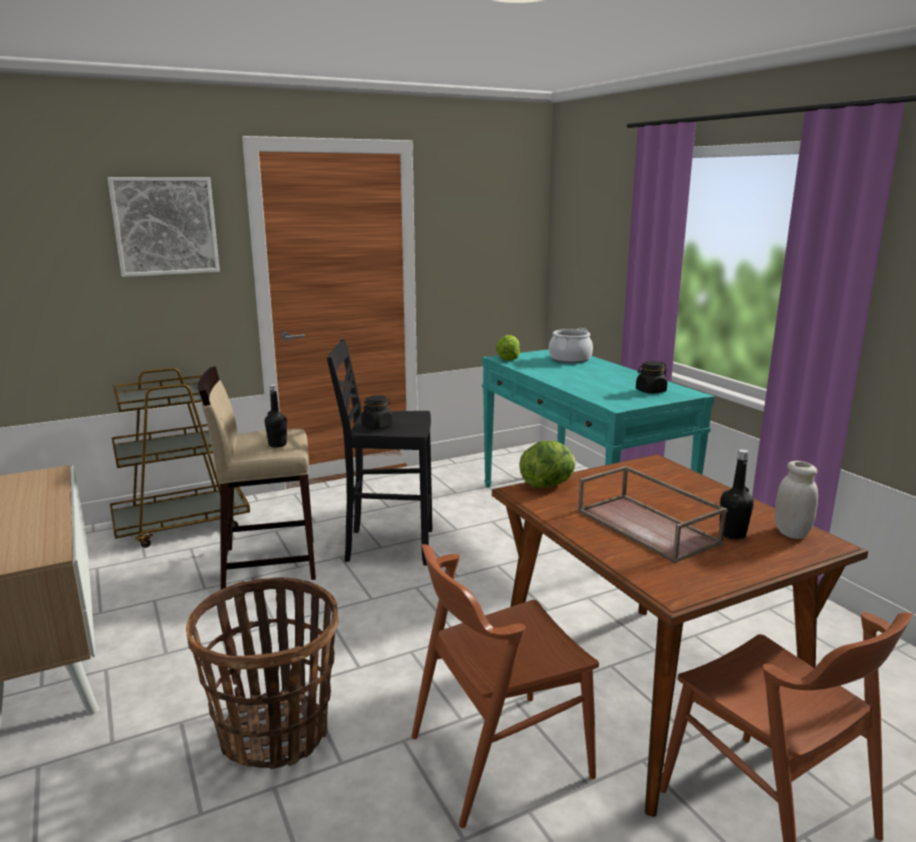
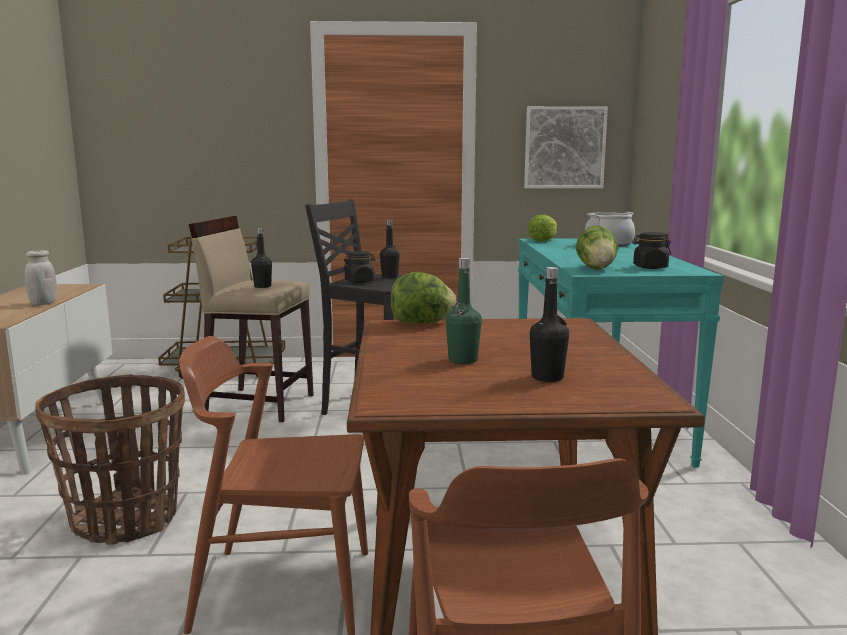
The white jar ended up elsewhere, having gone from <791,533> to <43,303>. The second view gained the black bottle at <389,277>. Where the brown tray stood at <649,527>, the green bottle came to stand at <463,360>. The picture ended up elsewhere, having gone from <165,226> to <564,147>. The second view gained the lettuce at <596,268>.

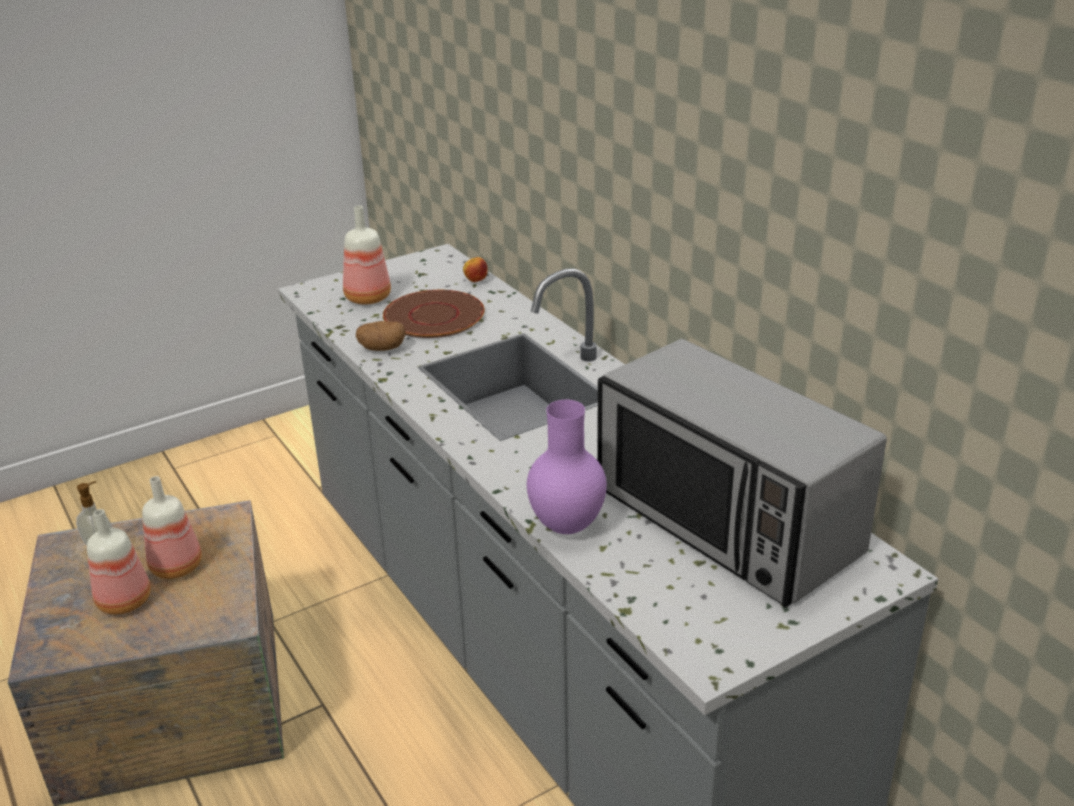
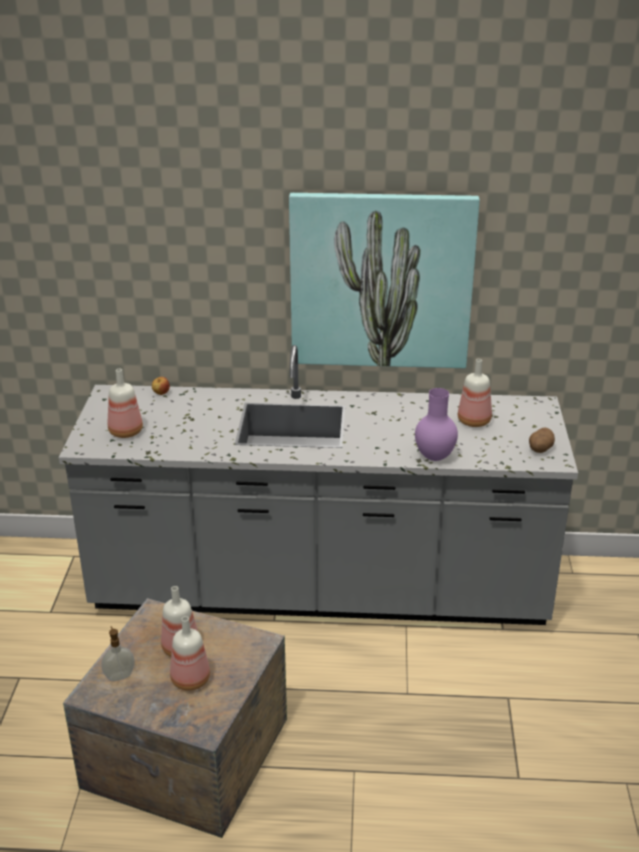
The second view gained the picture at <381,280>. Where the microwave stood at <725,522>, the bottle came to stand at <474,421>. The potato ended up elsewhere, having gone from <382,349> to <540,449>. The second view lost the brown plate at <434,316>.

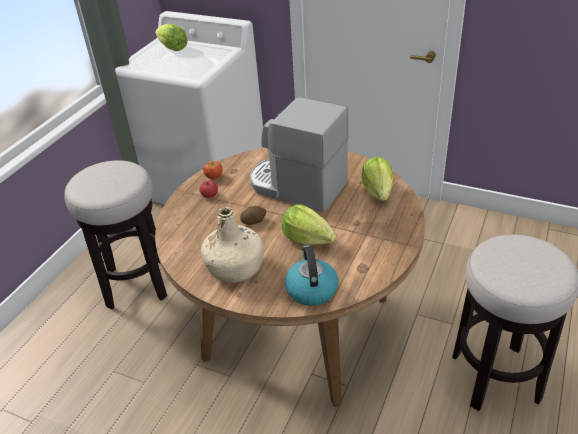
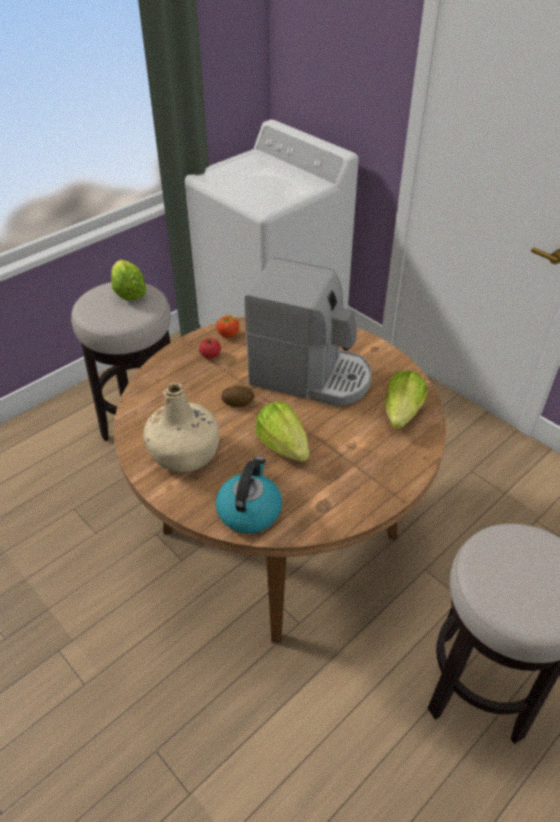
The lettuce ended up elsewhere, having gone from <172,48> to <128,292>. The coffee machine at <296,187> ended up facing another way, 150 degrees clockwise from before.

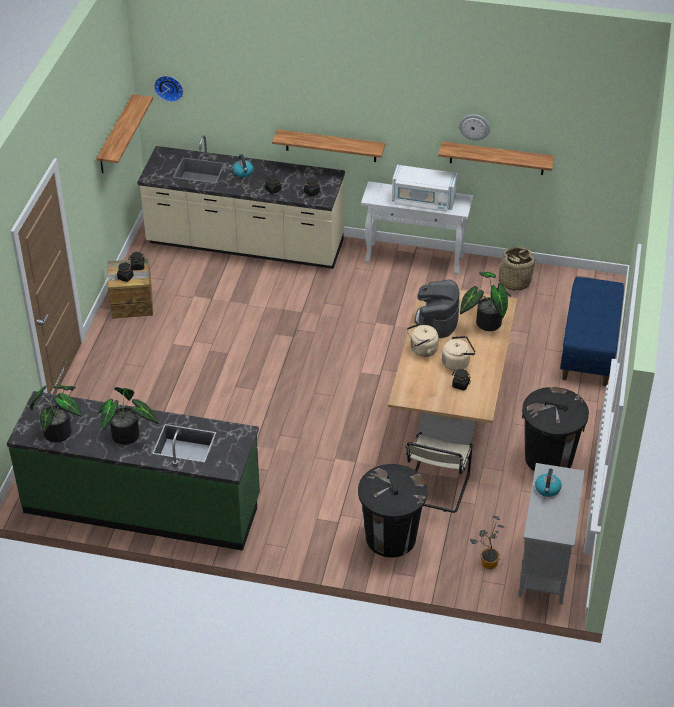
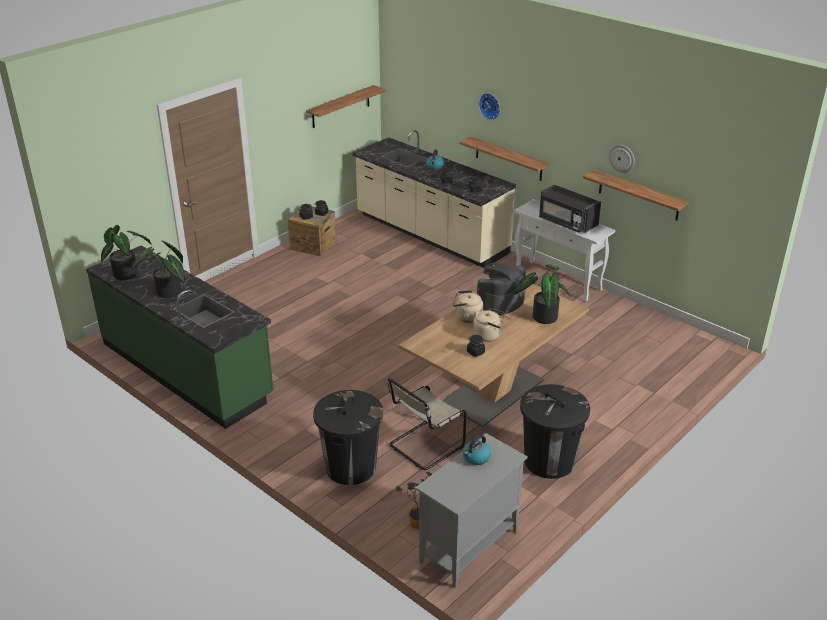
The wall clock ended up elsewhere, having gone from <169,87> to <490,106>. What was the white microwave at <423,201> turned into the black microwave at <567,222>. The second view lost the basket at <514,282>. The second view lost the blue bench at <589,349>.

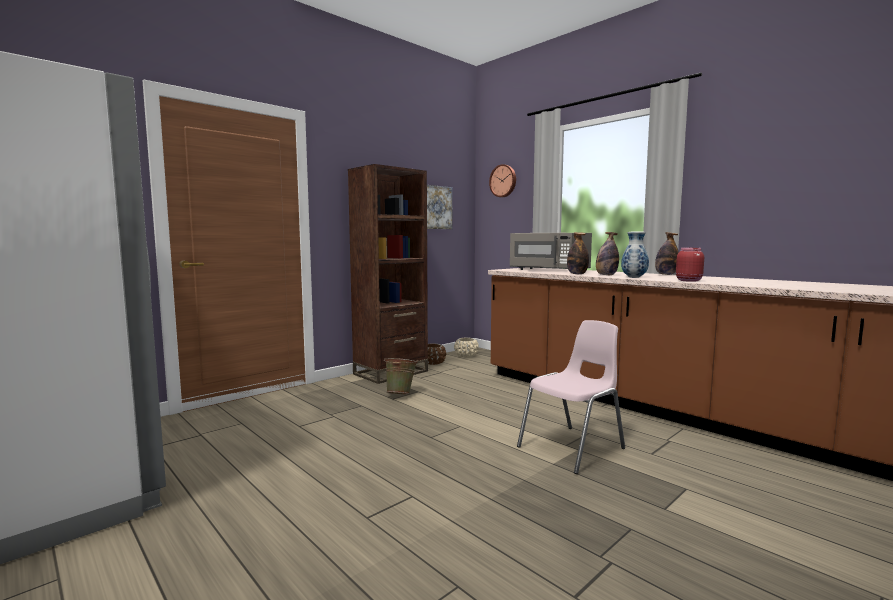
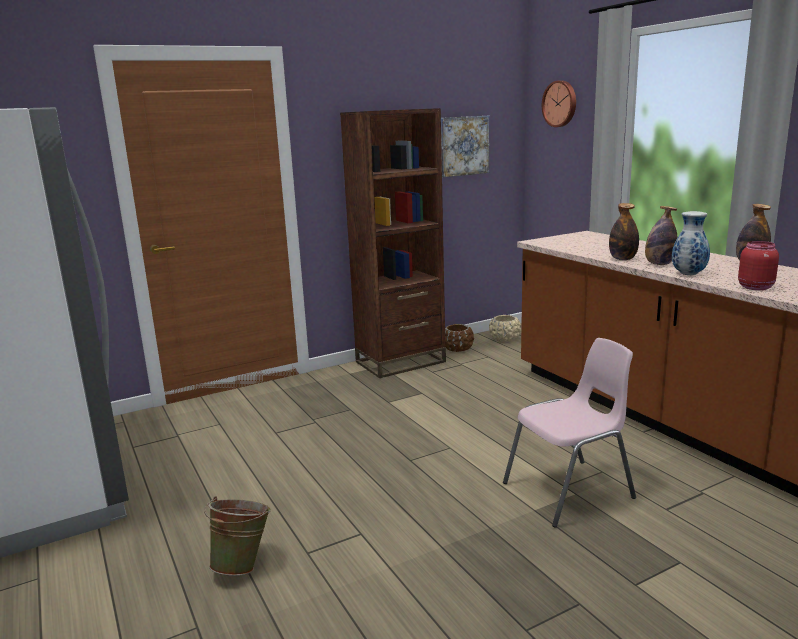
The green bucket ended up elsewhere, having gone from <400,394> to <243,564>. The second view lost the grey microwave at <547,270>.

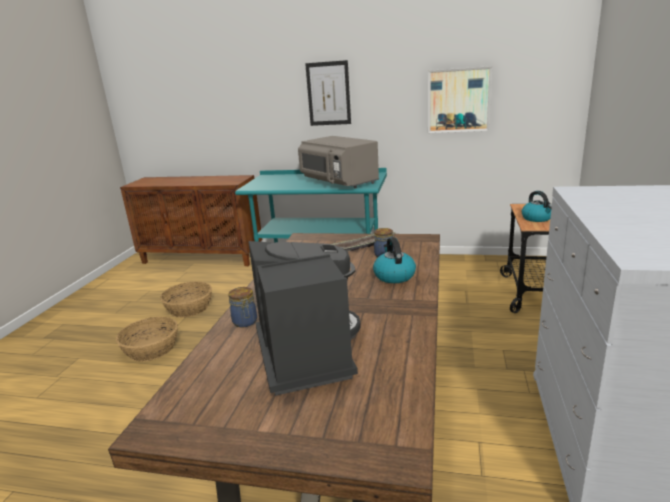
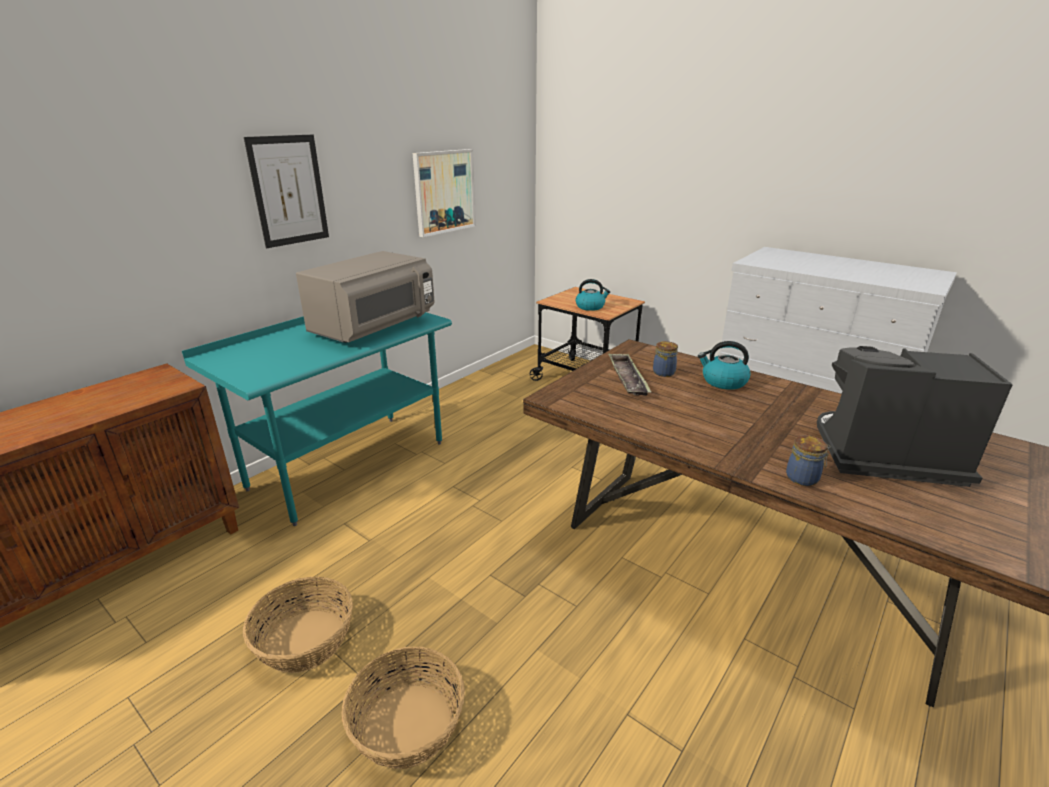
The grey microwave at <338,182> ended up facing another way, 45 degrees counterclockwise from before.

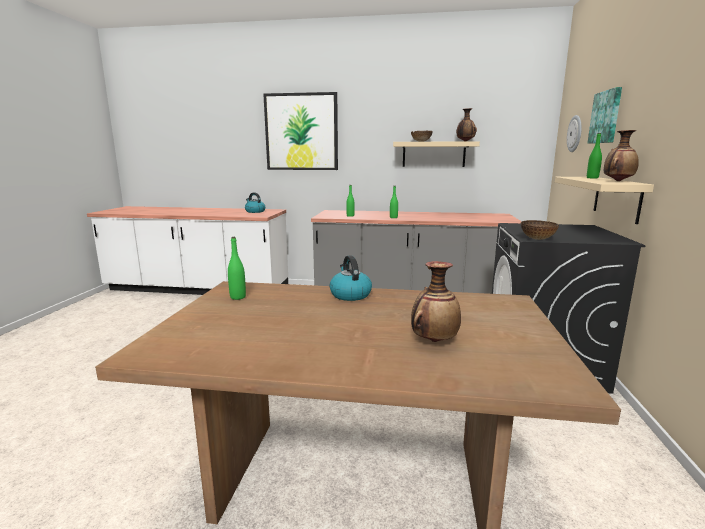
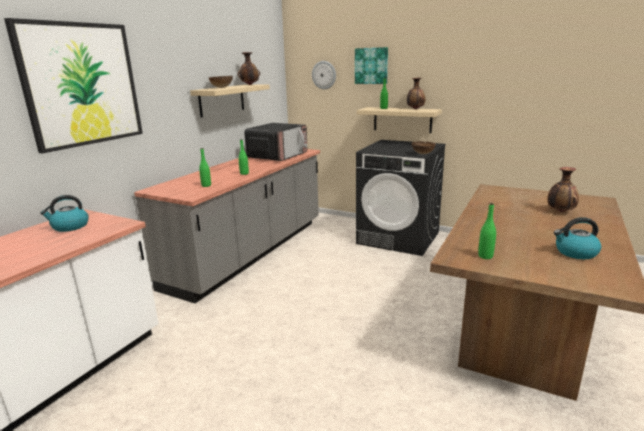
The second view gained the microwave at <278,156>. The kettle ended up elsewhere, having gone from <350,294> to <575,253>.

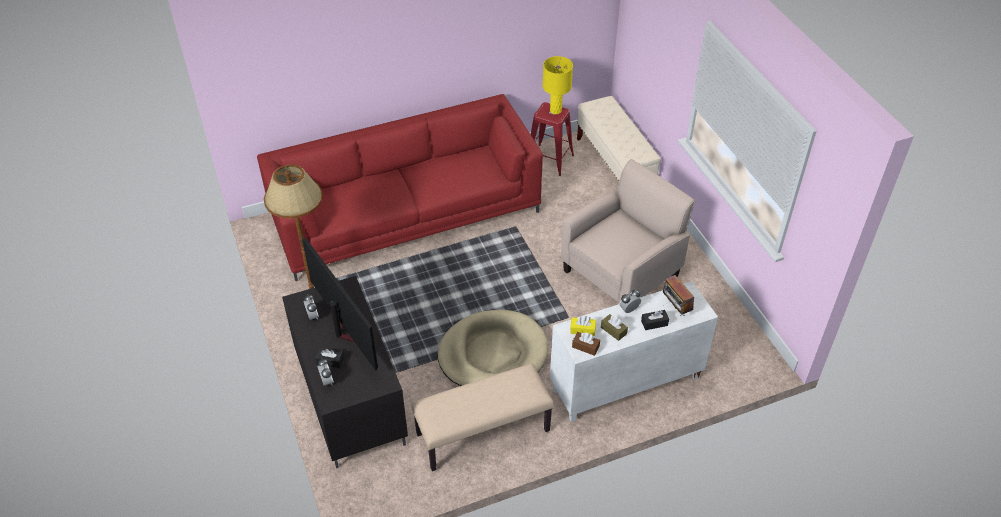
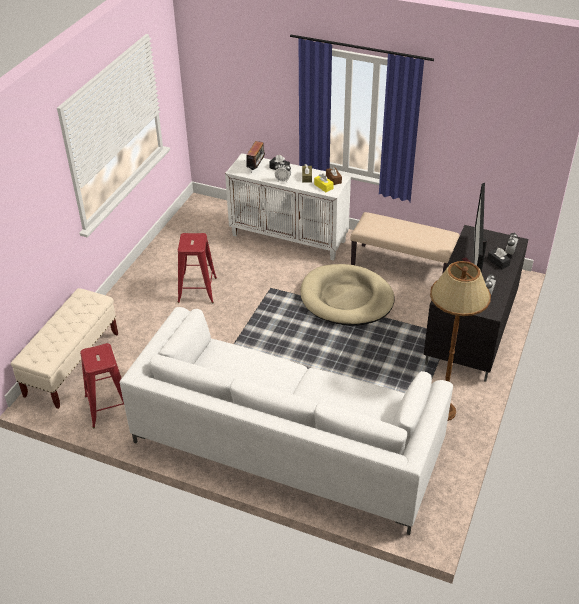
What was the red sofa at <406,213> turned into the white sofa at <287,443>. Where the beige armchair stood at <622,272>, the red stool came to stand at <197,290>. The second view lost the yellow table lamp at <555,110>.

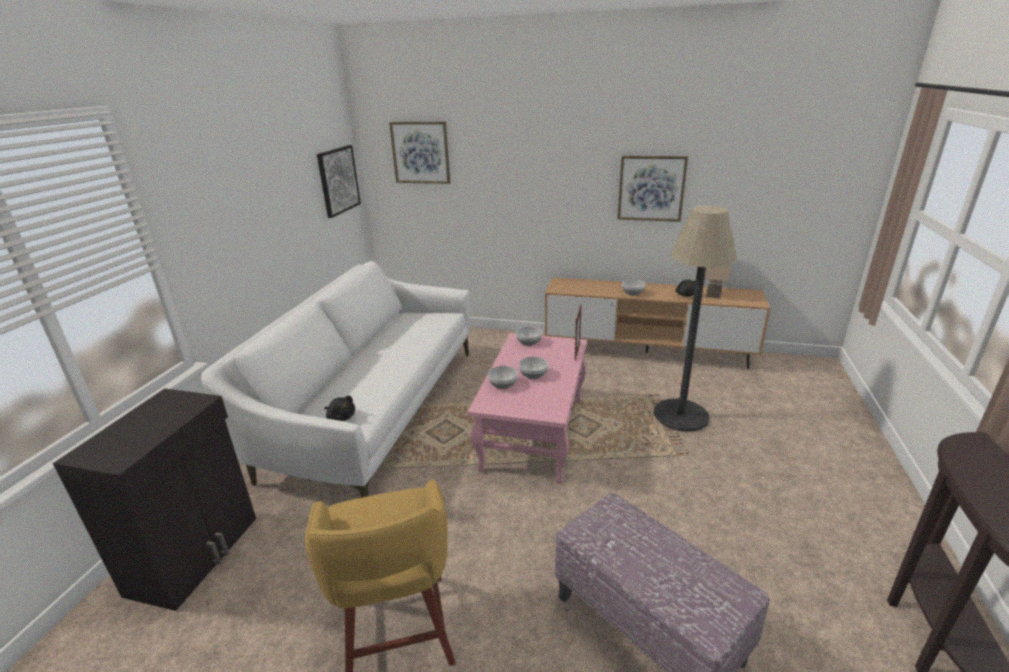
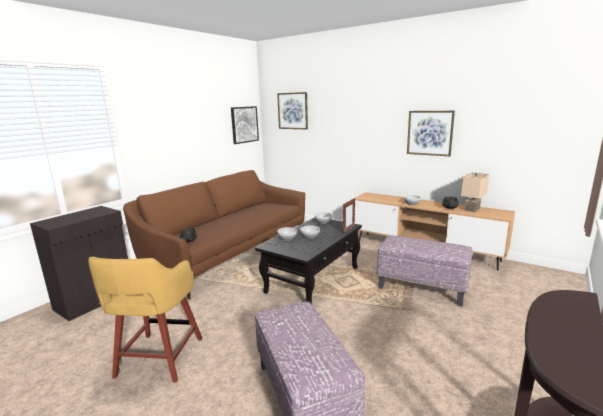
What was the white sofa at <373,411> turned into the brown sofa at <228,254>. What was the pink coffee table at <534,431> turned into the black coffee table at <313,279>. Where the floor lamp stood at <680,415>, the ottoman came to stand at <422,288>.

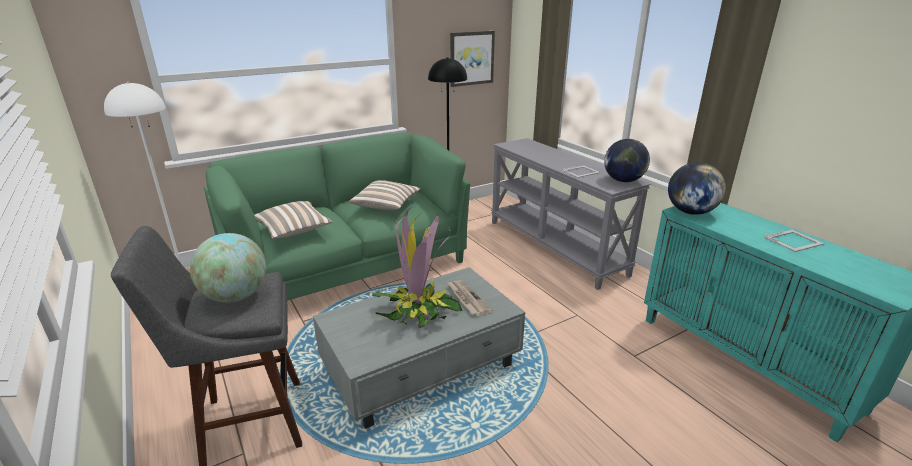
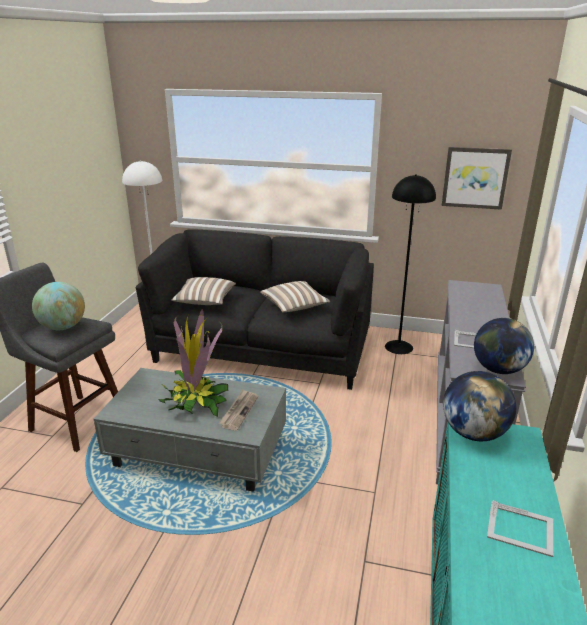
What was the green sofa at <346,266> turned into the black sofa at <263,349>.

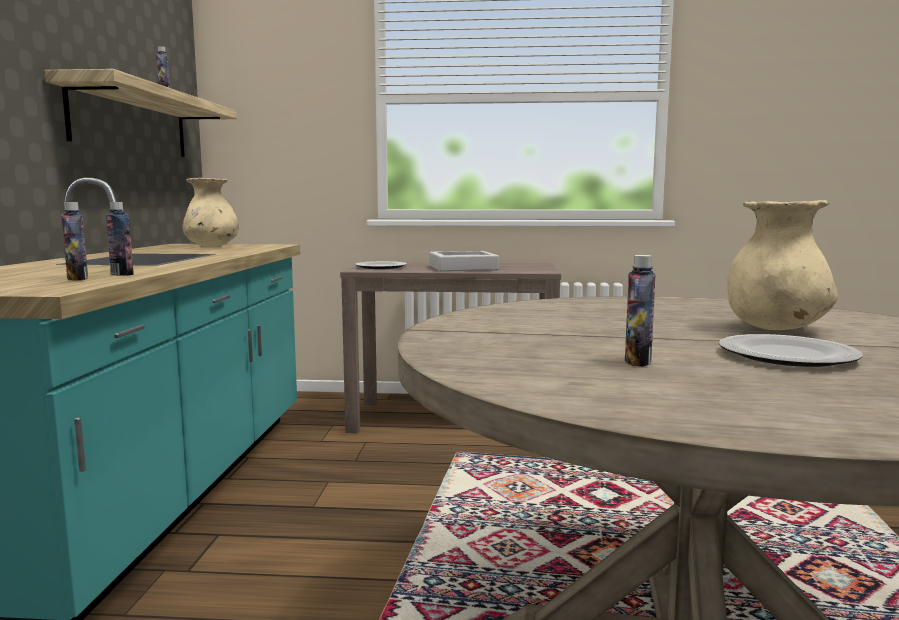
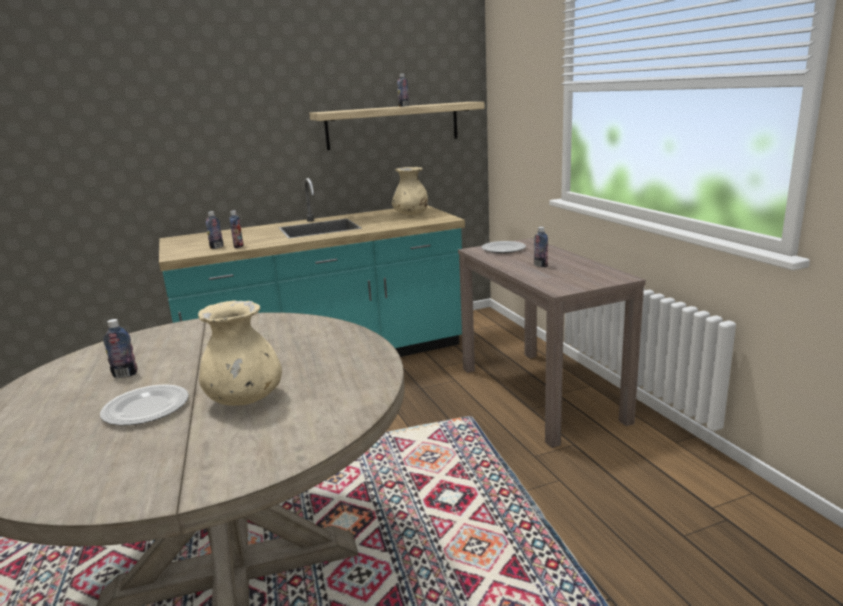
Where the grey tray stood at <462,268>, the bottle came to stand at <540,265>.

